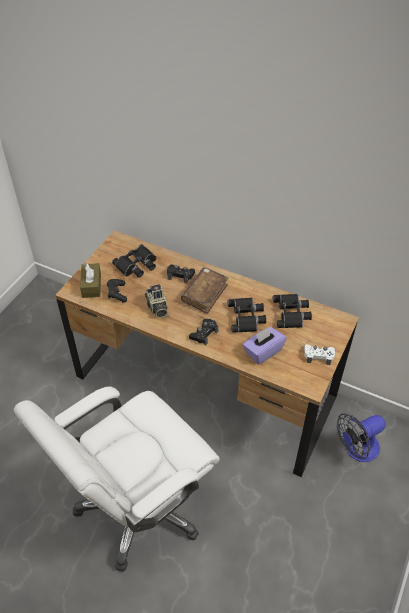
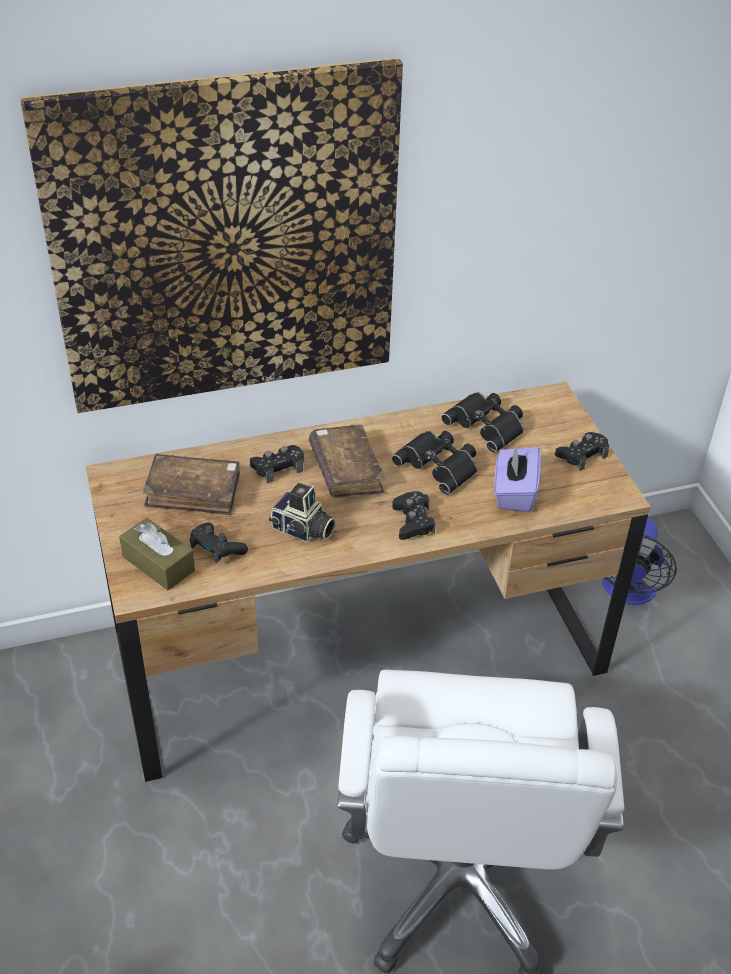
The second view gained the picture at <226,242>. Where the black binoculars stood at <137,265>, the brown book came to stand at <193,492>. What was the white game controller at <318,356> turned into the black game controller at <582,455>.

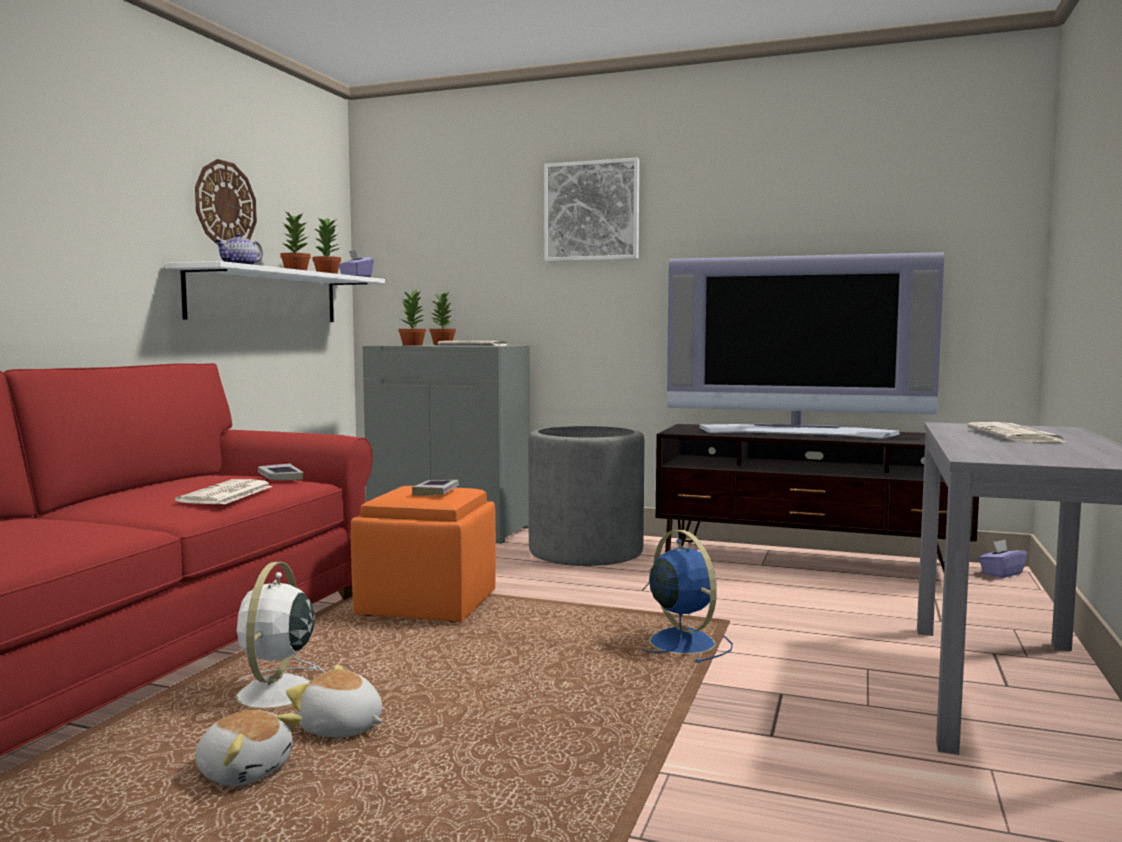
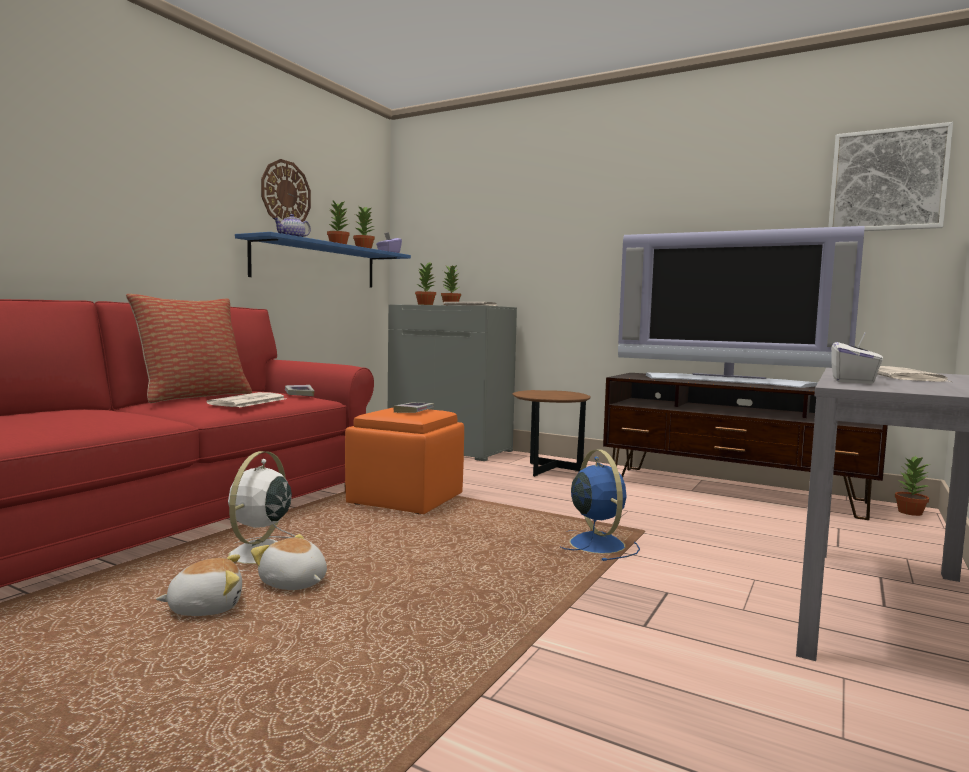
The second view gained the pillow at <193,396>. The plush toy at <244,771> ended up facing another way, 60 degrees counterclockwise from before. What was the white shelf at <265,296> turned into the blue shelf at <316,264>. Where the grey planter stood at <586,551>, the brown side table came to stand at <548,471>. The picture ended up elsewhere, having gone from <591,211> to <887,180>. The second view gained the white tissue box at <853,381>. Where the purple tissue box stood at <1001,573>, the potted plant came to stand at <909,512>.

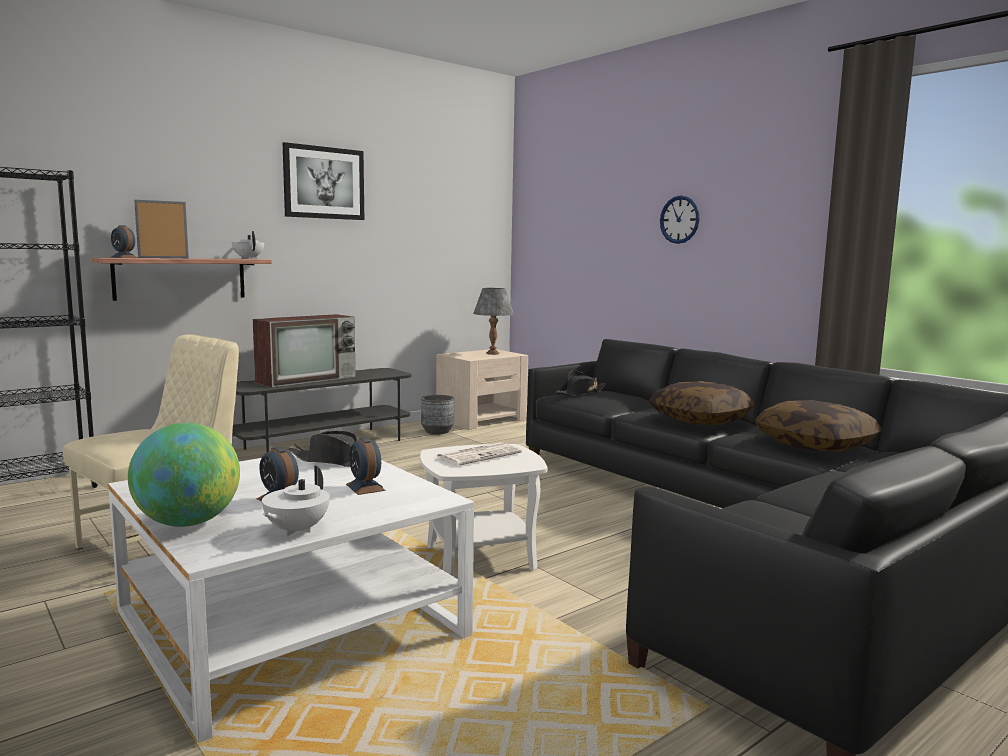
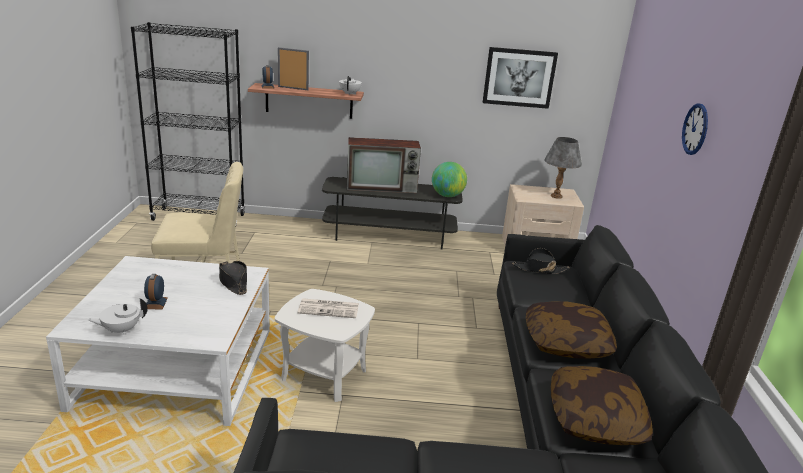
The globe ended up elsewhere, having gone from <188,523> to <447,196>. The picture ended up elsewhere, having gone from <324,183> to <519,77>. The second view lost the alarm clock at <365,487>. The second view lost the grey planter at <437,431>.

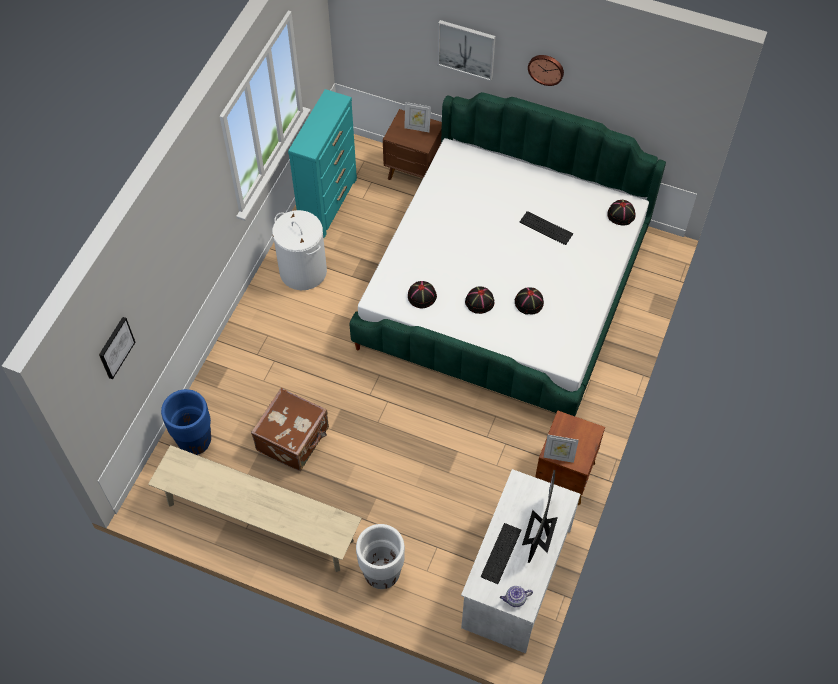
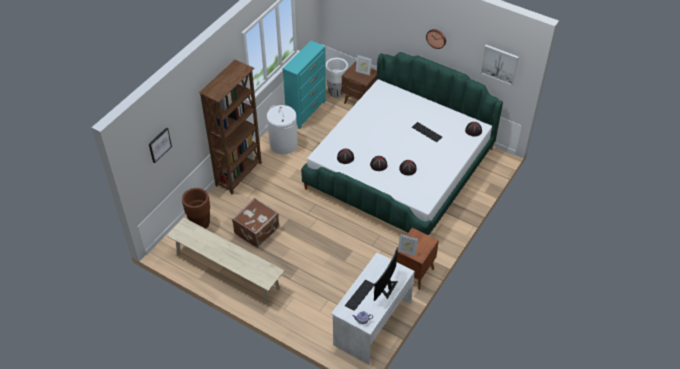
What was the blue planter at <195,441> turned into the brown planter at <200,224>. The second view gained the brown bookcase at <239,174>. The white planter ended up elsewhere, having gone from <382,574> to <336,92>. The picture ended up elsewhere, having gone from <466,49> to <499,64>.

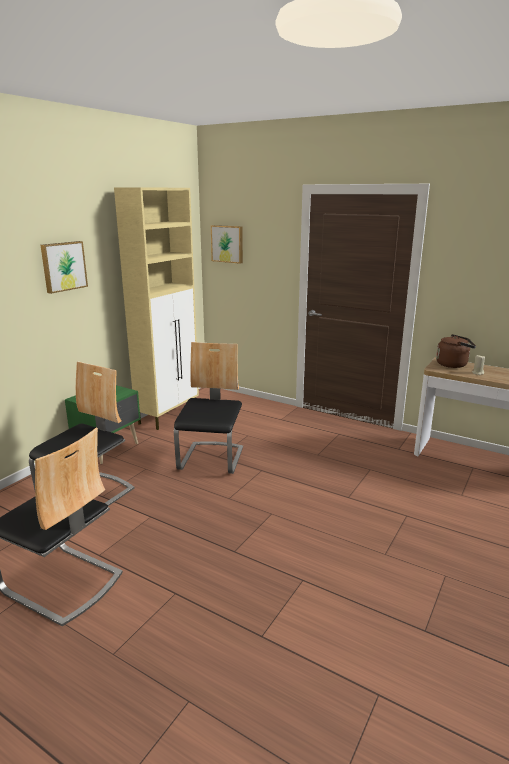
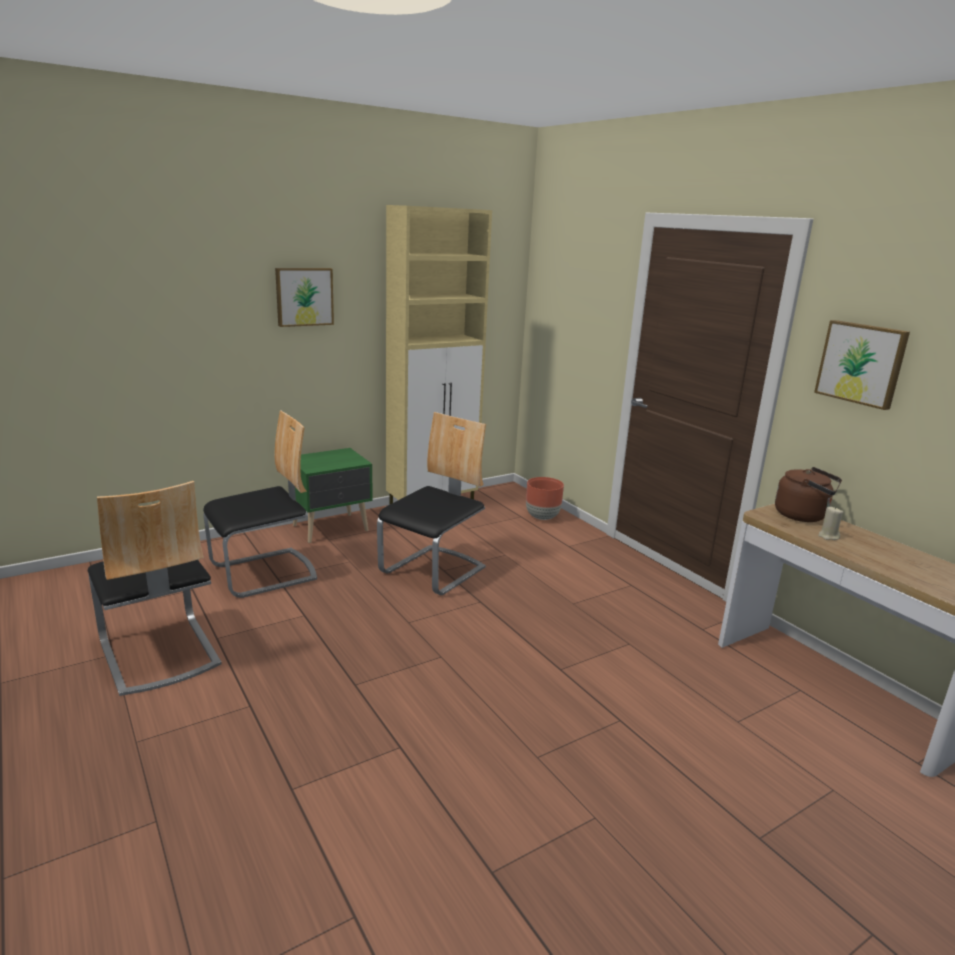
The second view gained the brown planter at <542,517>. The picture ended up elsewhere, having gone from <227,244> to <861,363>.

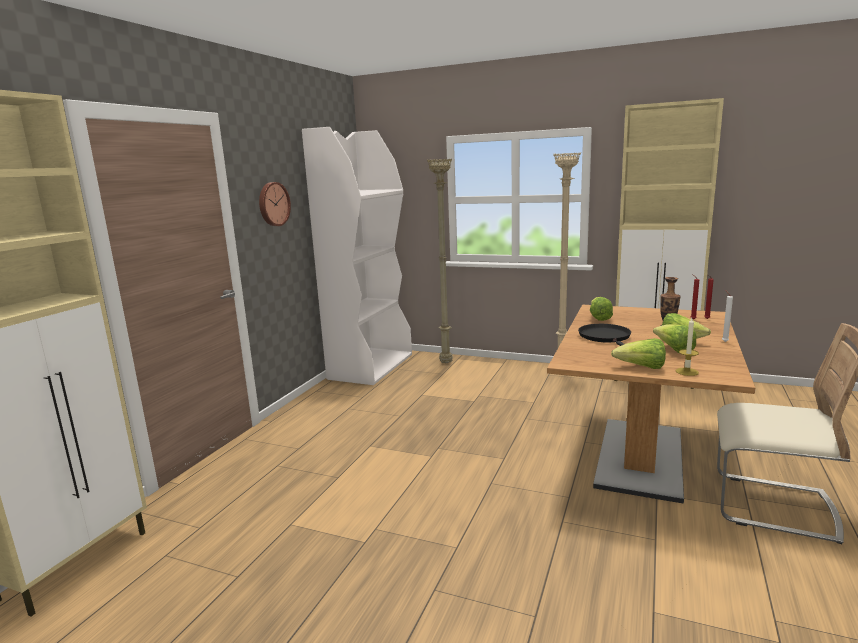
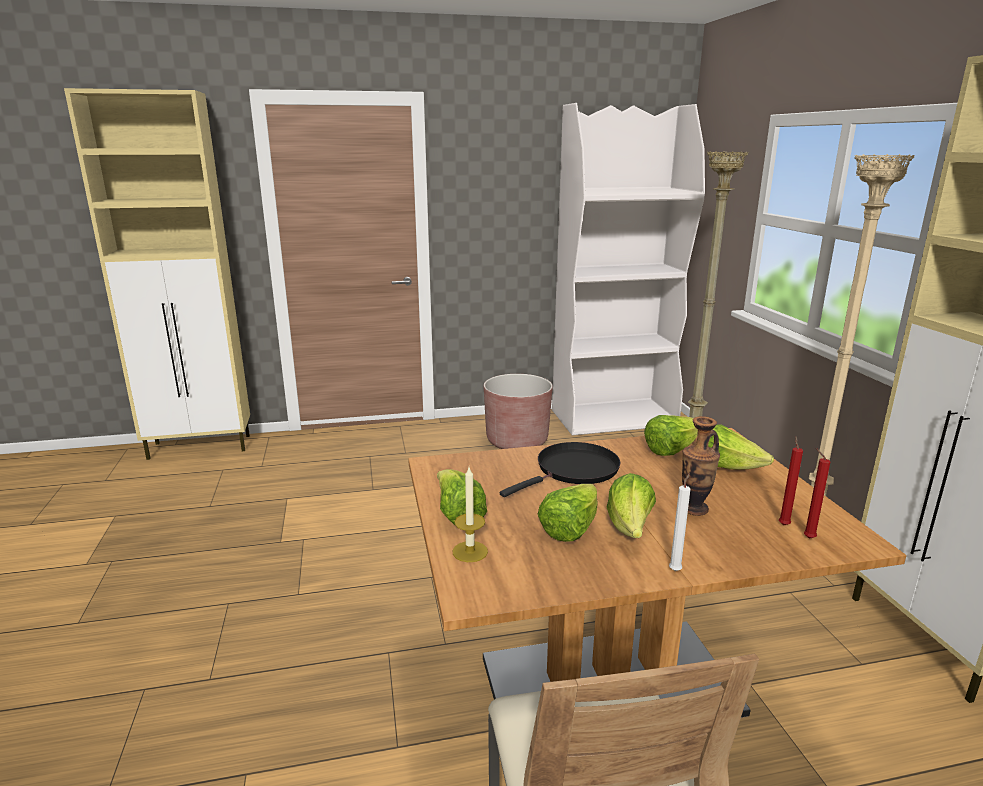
The second view gained the brown planter at <517,441>. The second view gained the lettuce at <727,468>. The second view lost the wall clock at <273,204>.

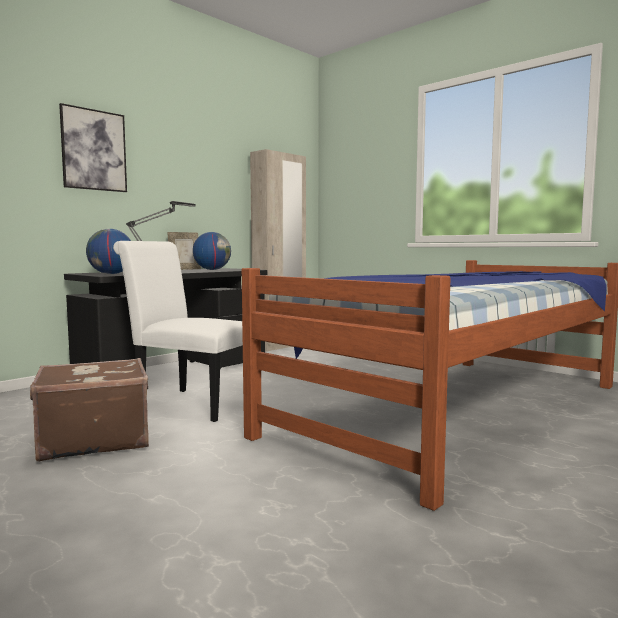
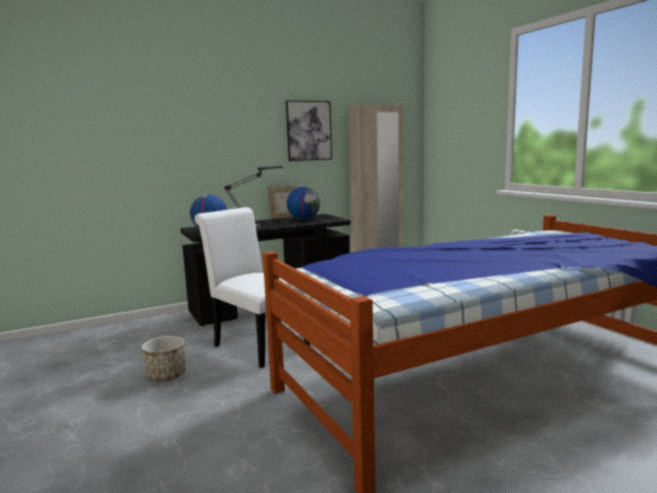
Where the brown suitcase stood at <93,439>, the planter came to stand at <166,375>. The picture ended up elsewhere, having gone from <94,150> to <309,130>.

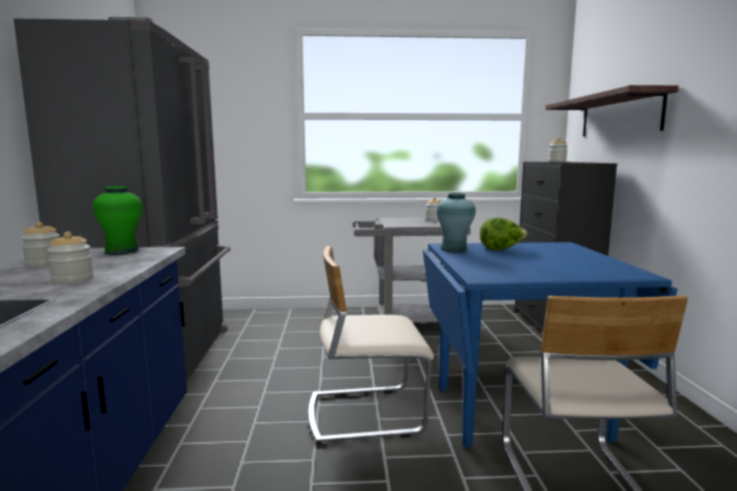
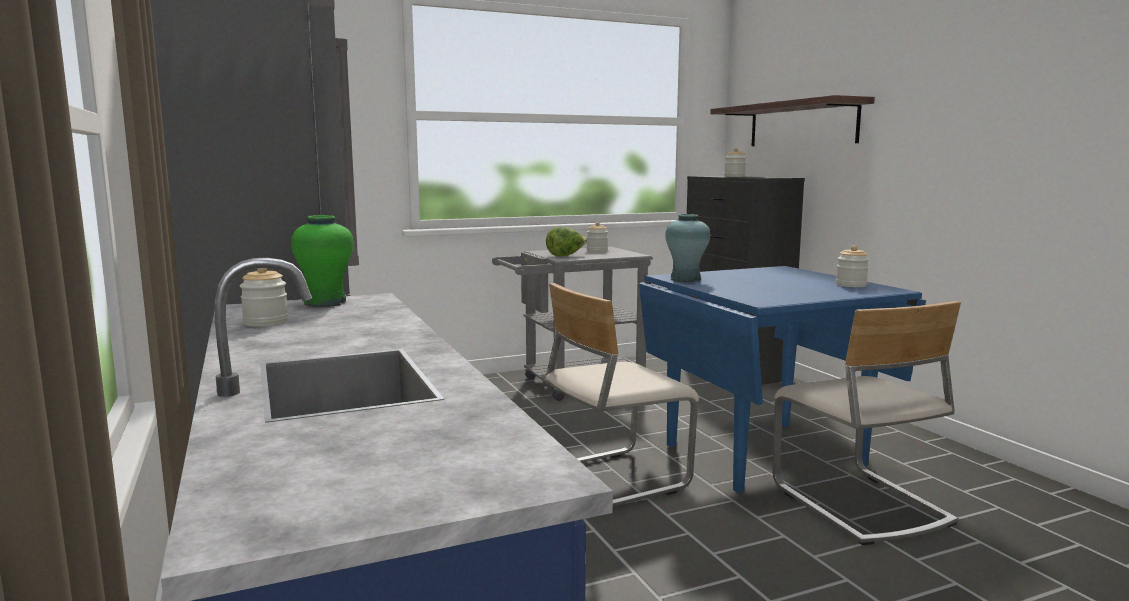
The lettuce ended up elsewhere, having gone from <501,249> to <566,256>. The jar ended up elsewhere, having gone from <73,280> to <851,285>.

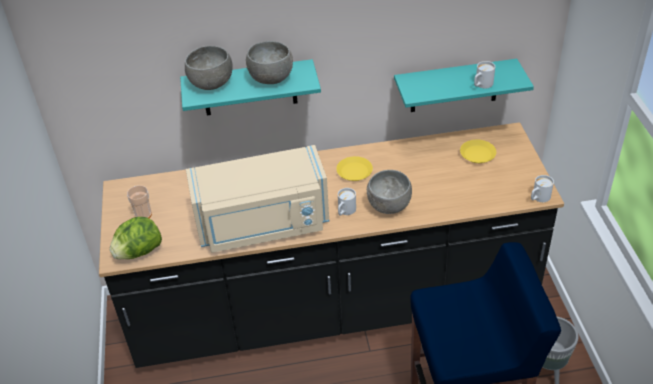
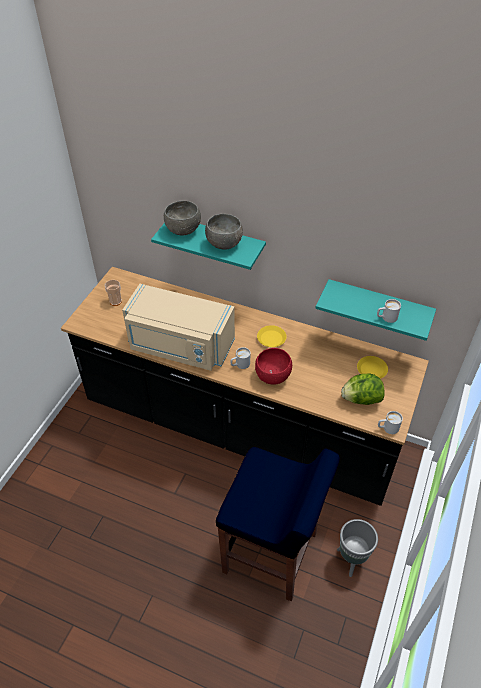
What was the grey bowl at <388,206> turned into the red bowl at <272,376>. The lettuce ended up elsewhere, having gone from <139,252> to <361,399>.

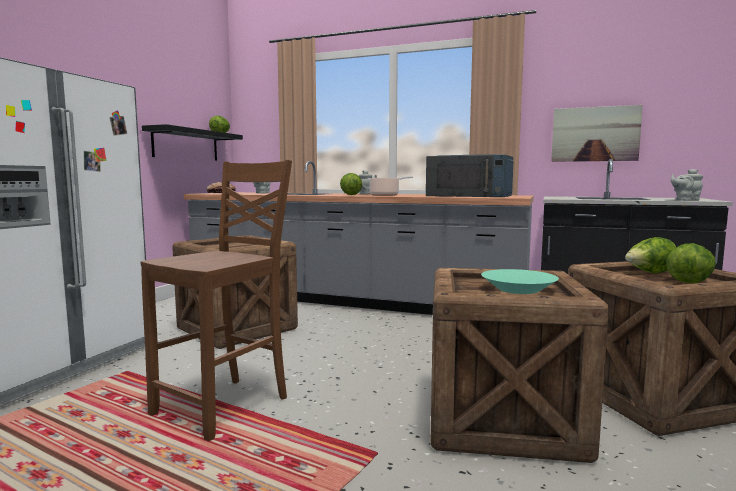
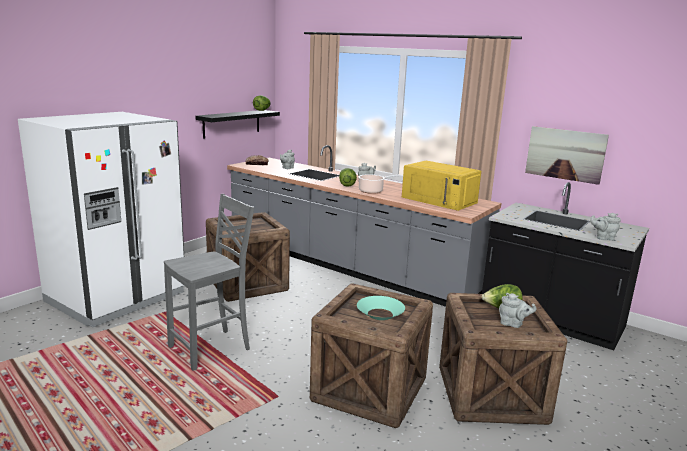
What was the brown chair at <225,406> turned into the grey chair at <212,349>. What was the blue microwave at <470,195> turned into the yellow microwave at <440,200>. Where the lettuce stood at <690,281>, the grey teapot came to stand at <513,324>.

